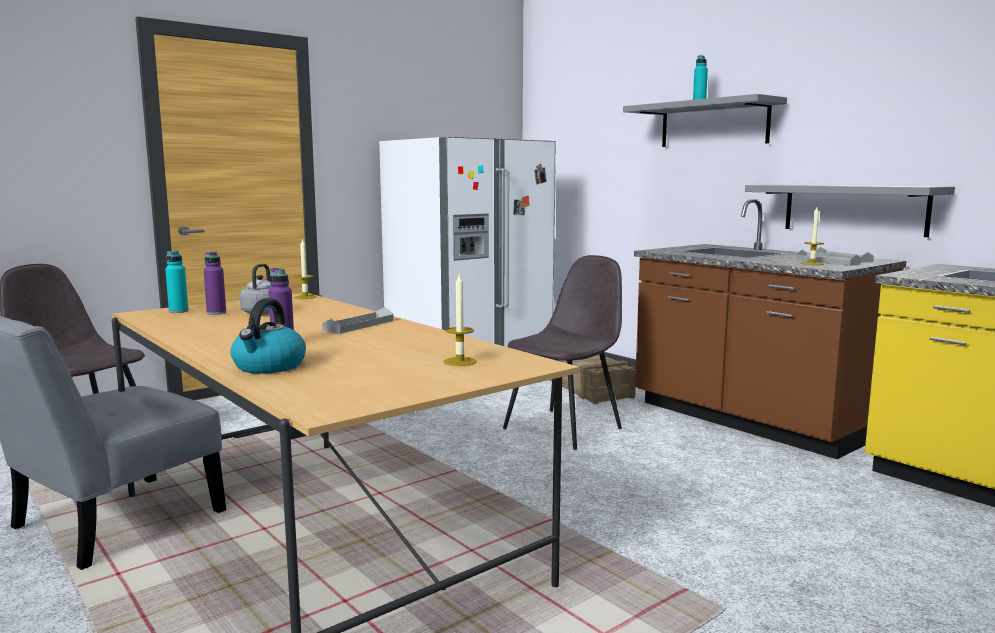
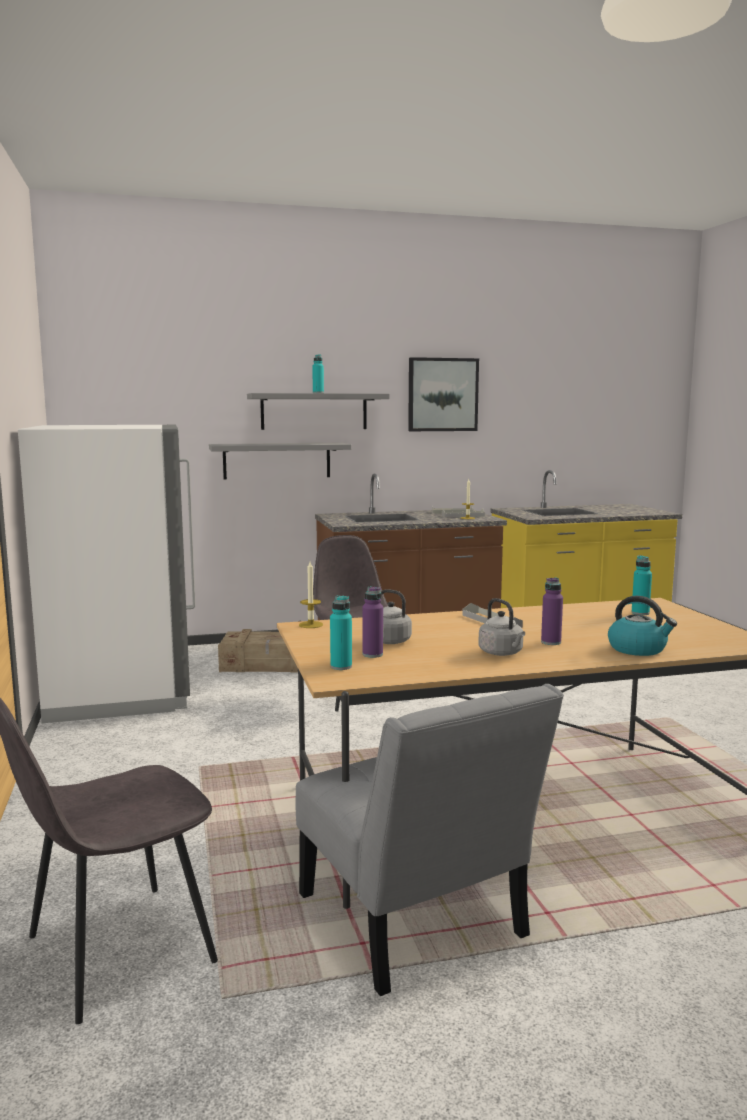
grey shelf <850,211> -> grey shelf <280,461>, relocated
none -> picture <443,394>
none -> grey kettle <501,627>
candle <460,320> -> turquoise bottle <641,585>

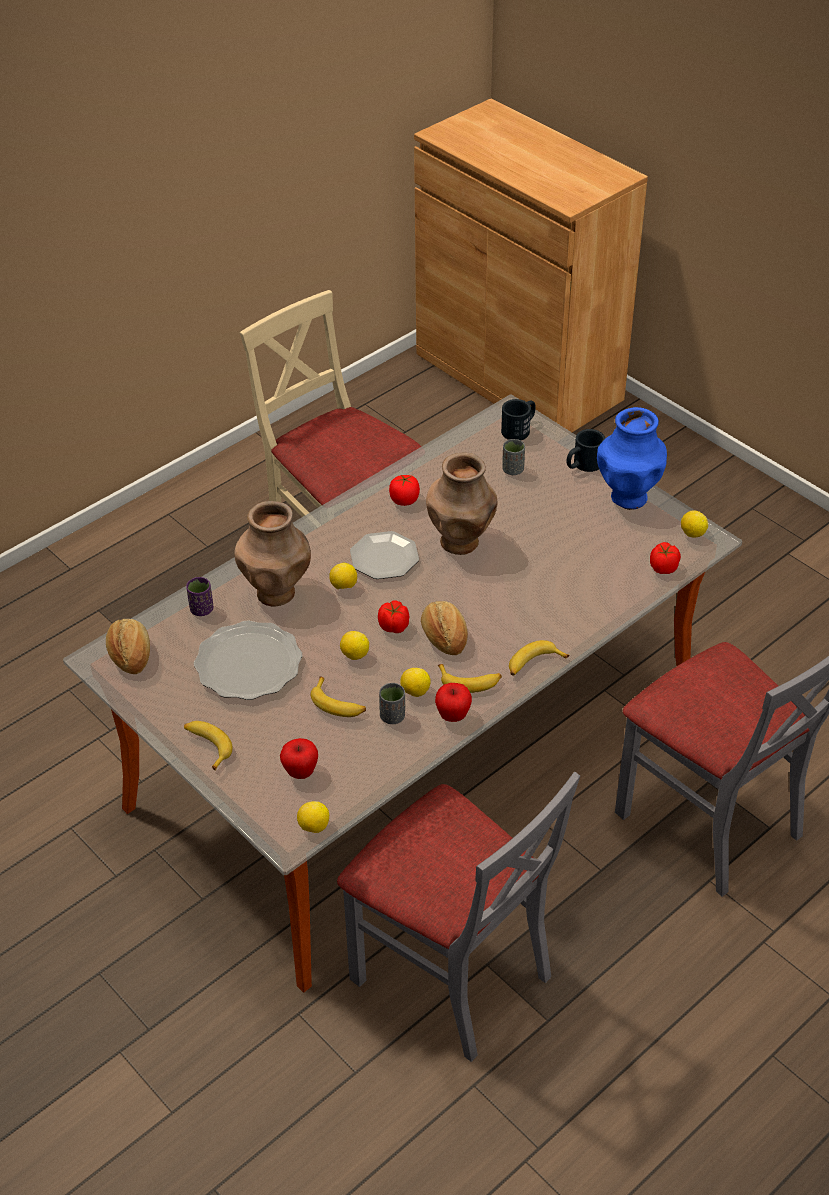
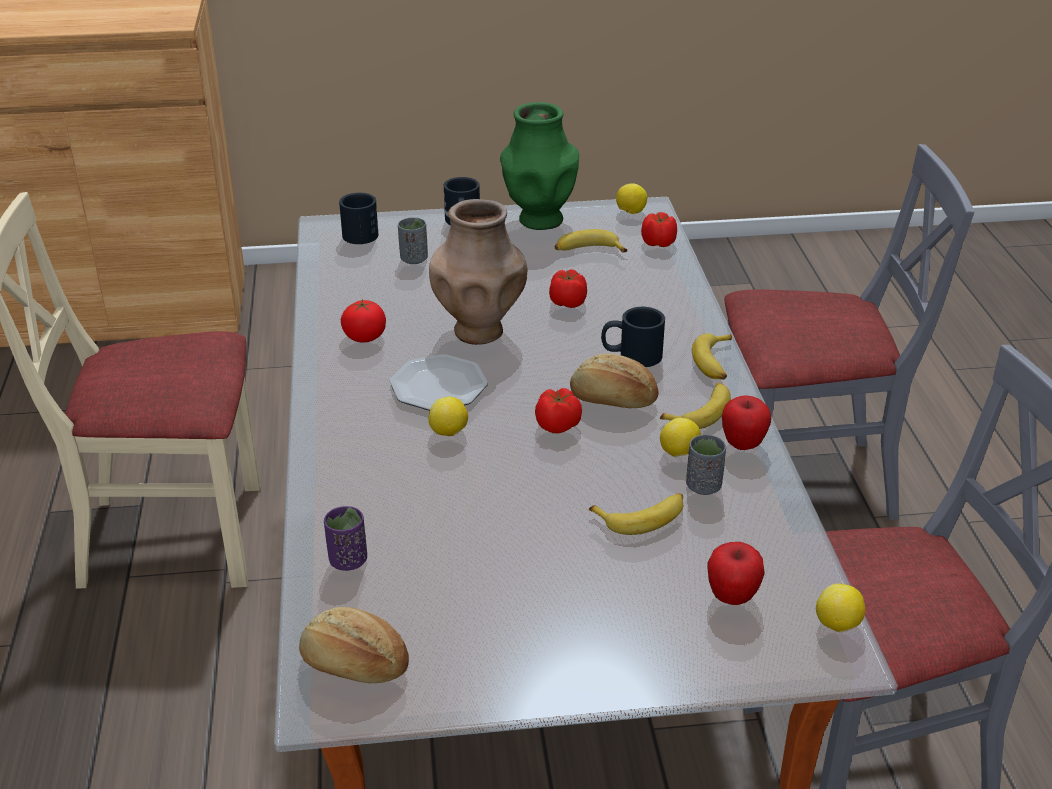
blue vase <632,458> -> green vase <539,166>
none -> tomato <568,288>
banana <208,746> -> banana <591,241>, relocated
none -> black mug <633,337>
plate <248,660> -> none
brown vase <272,553> -> none
lemon <354,645> -> none

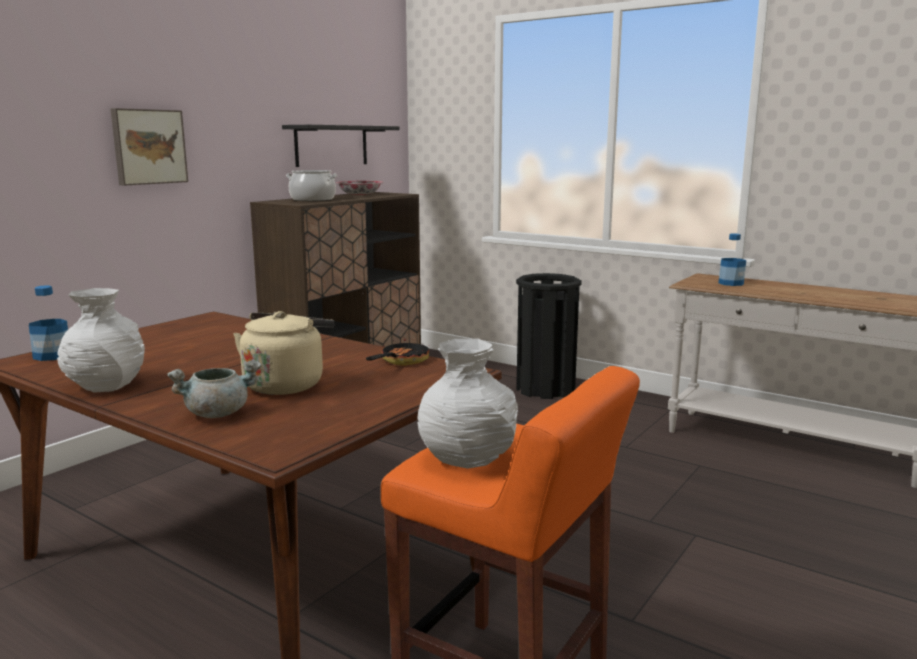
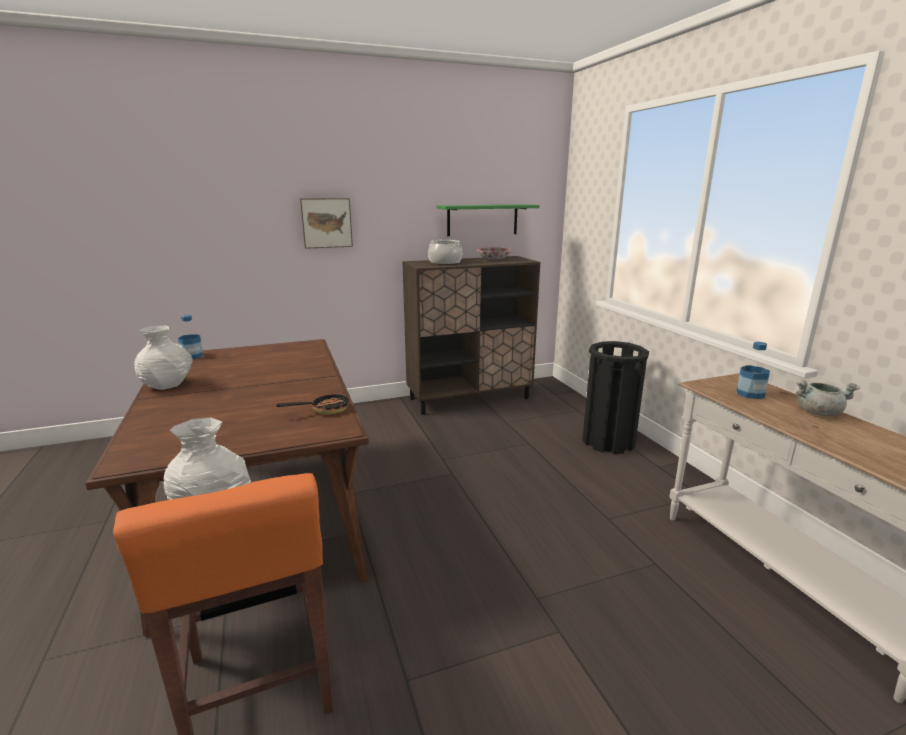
black shelf <340,146> -> green shelf <488,220>
grey cooking pot <214,389> -> grey cooking pot <828,398>, relocated
beige kettle <284,353> -> none

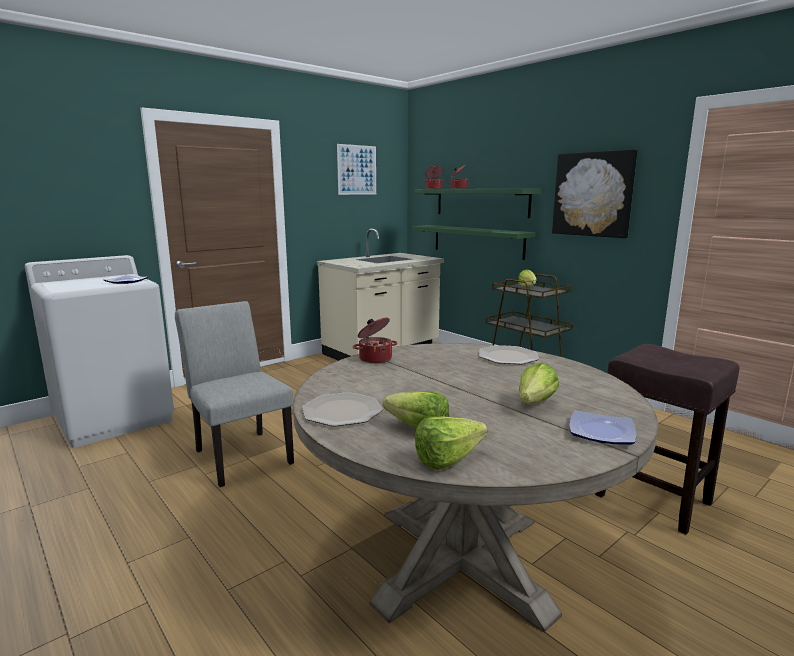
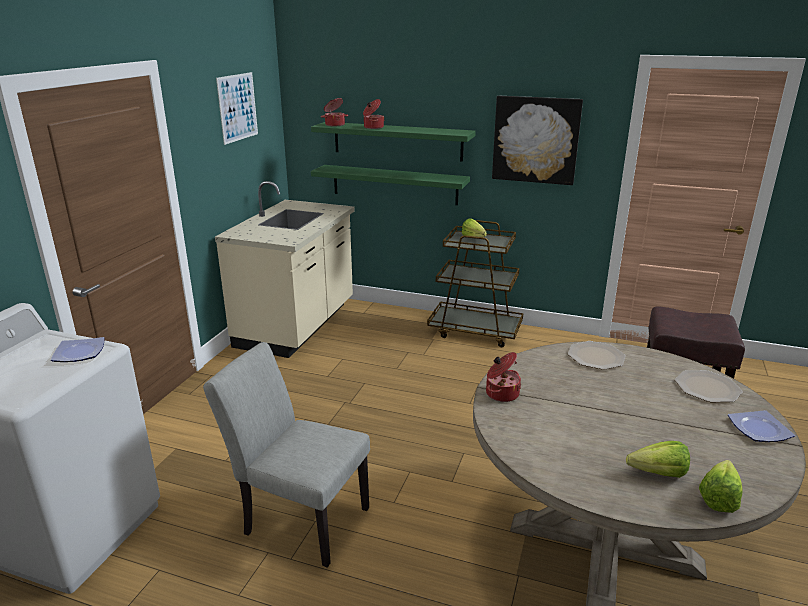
plate <342,409> -> plate <708,386>, relocated
lettuce <539,383> -> none

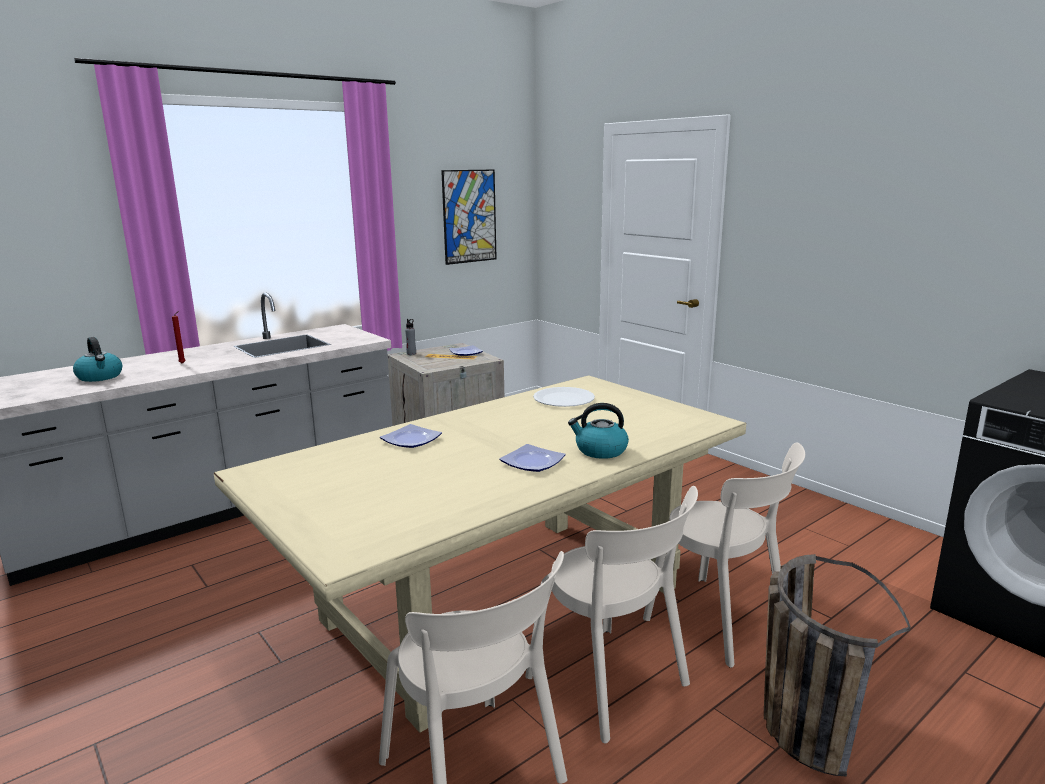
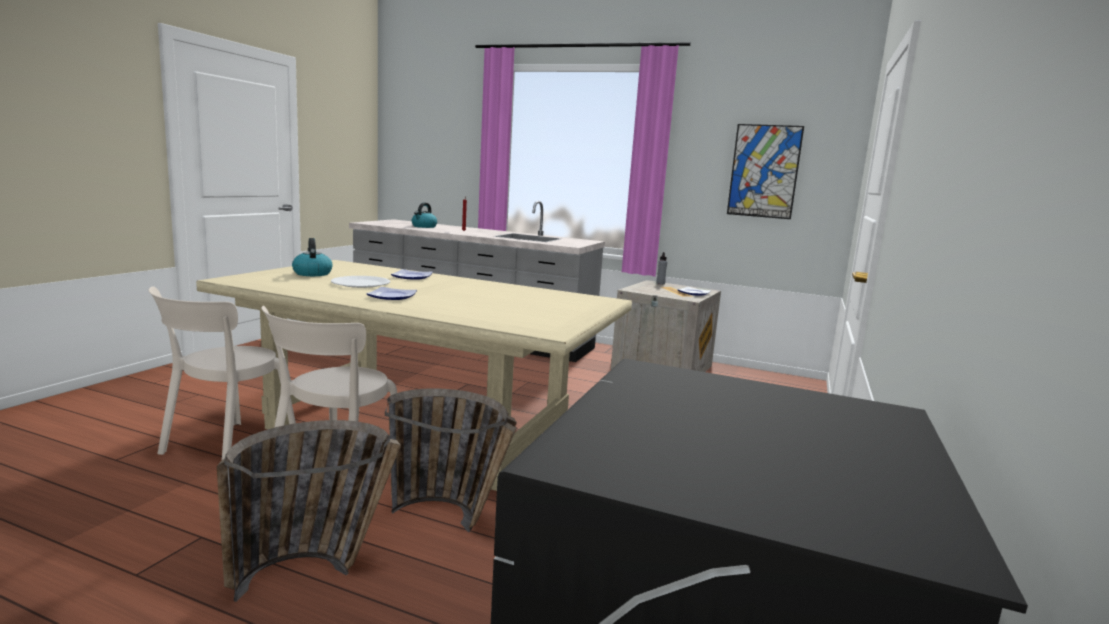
kettle <598,431> -> kettle <312,257>, relocated
white plate <564,397> -> white plate <360,282>, relocated
beige chair <724,555> -> basket <451,460>

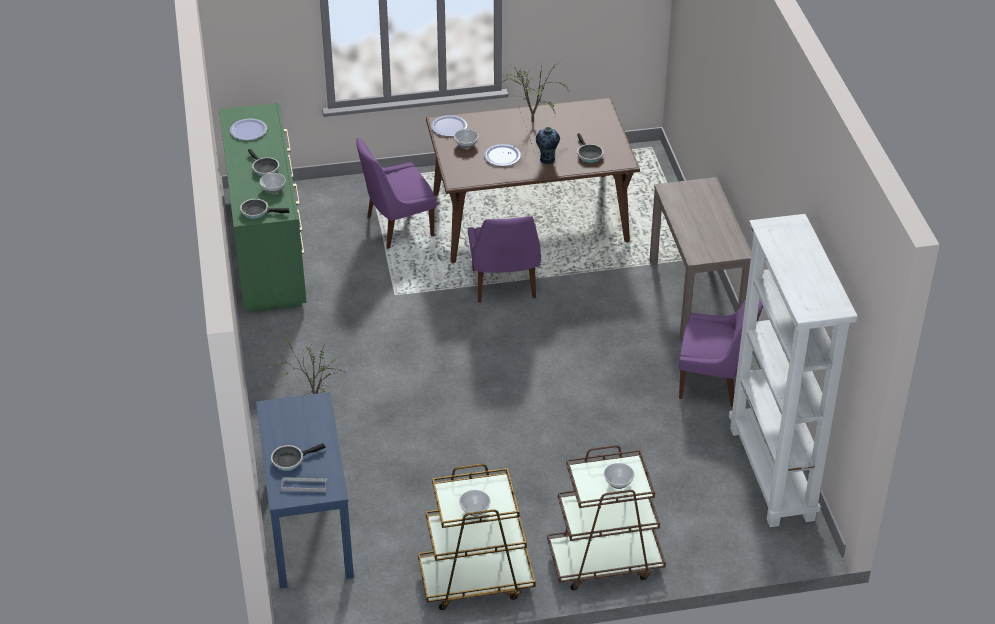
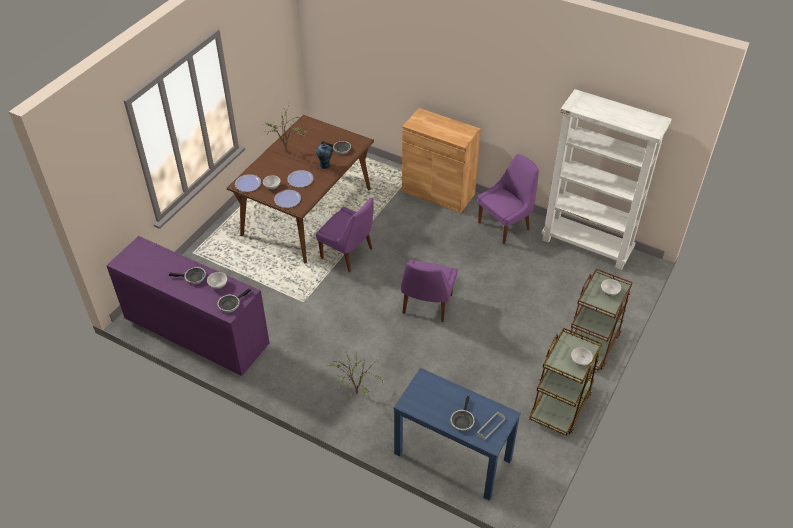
green dresser <262,207> -> purple dresser <187,306>
plate <248,129> -> plate <287,199>, relocated
purple chair <396,193> -> purple chair <429,290>, relocated
brown console table <700,260> -> brown cabinet <441,161>

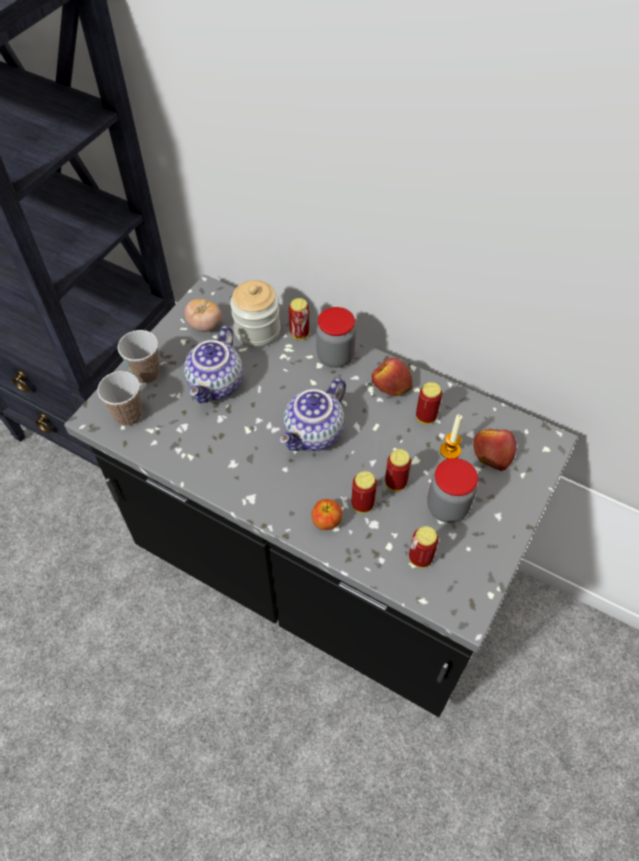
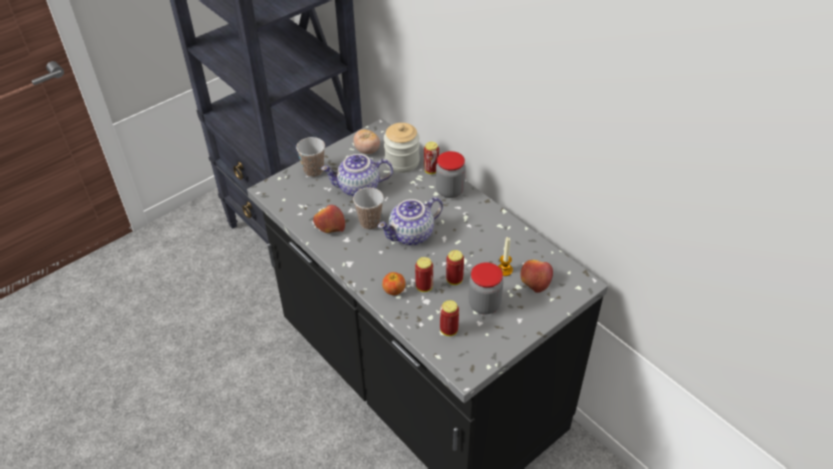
apple <392,377> -> apple <329,219>, relocated
teapot <213,364> -> teapot <357,175>, 45 degrees clockwise
cup <119,398> -> cup <368,209>, relocated
can <429,403> -> none

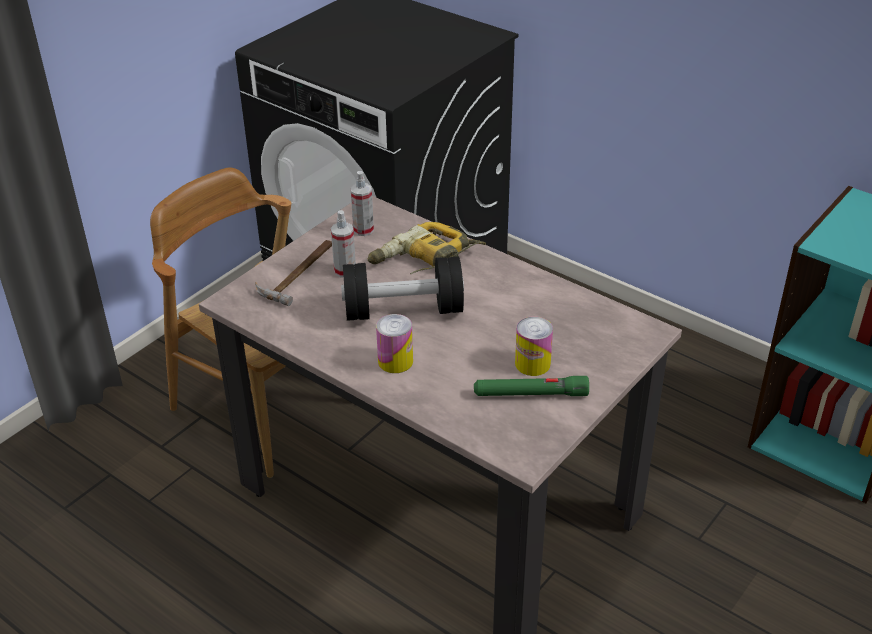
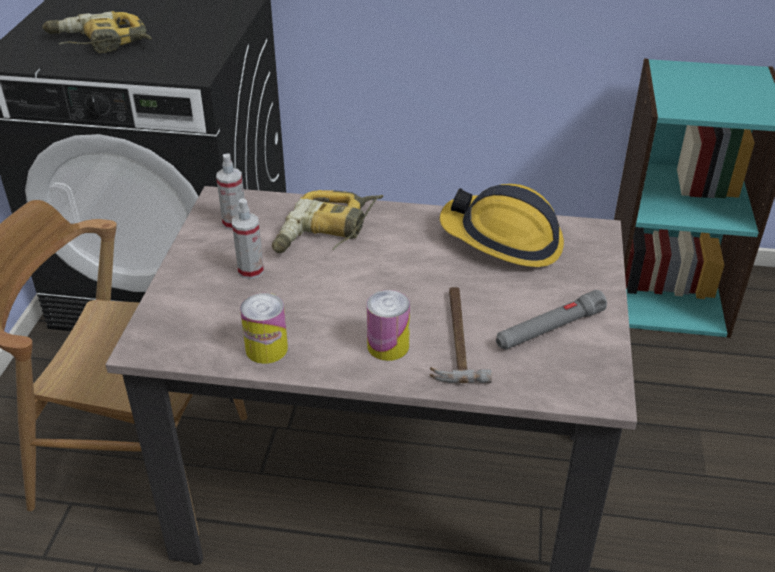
none -> power drill <97,32>
can <534,346> -> can <264,328>, relocated
hammer <293,273> -> hammer <461,335>, relocated
none -> hard hat <502,225>
green flashlight <531,386> -> grey flashlight <551,320>
black dumbbell <402,289> -> none

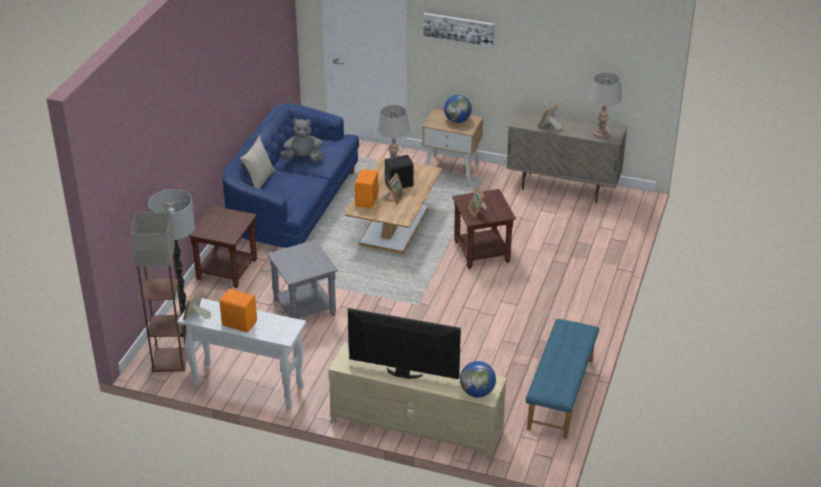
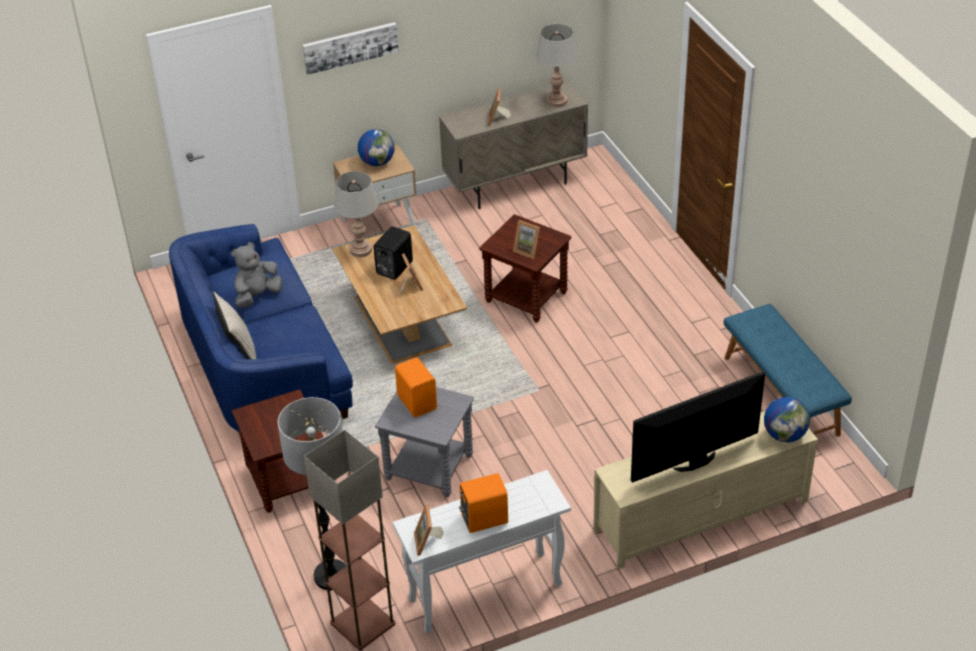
orange speaker <367,188> -> orange speaker <416,387>, relocated

